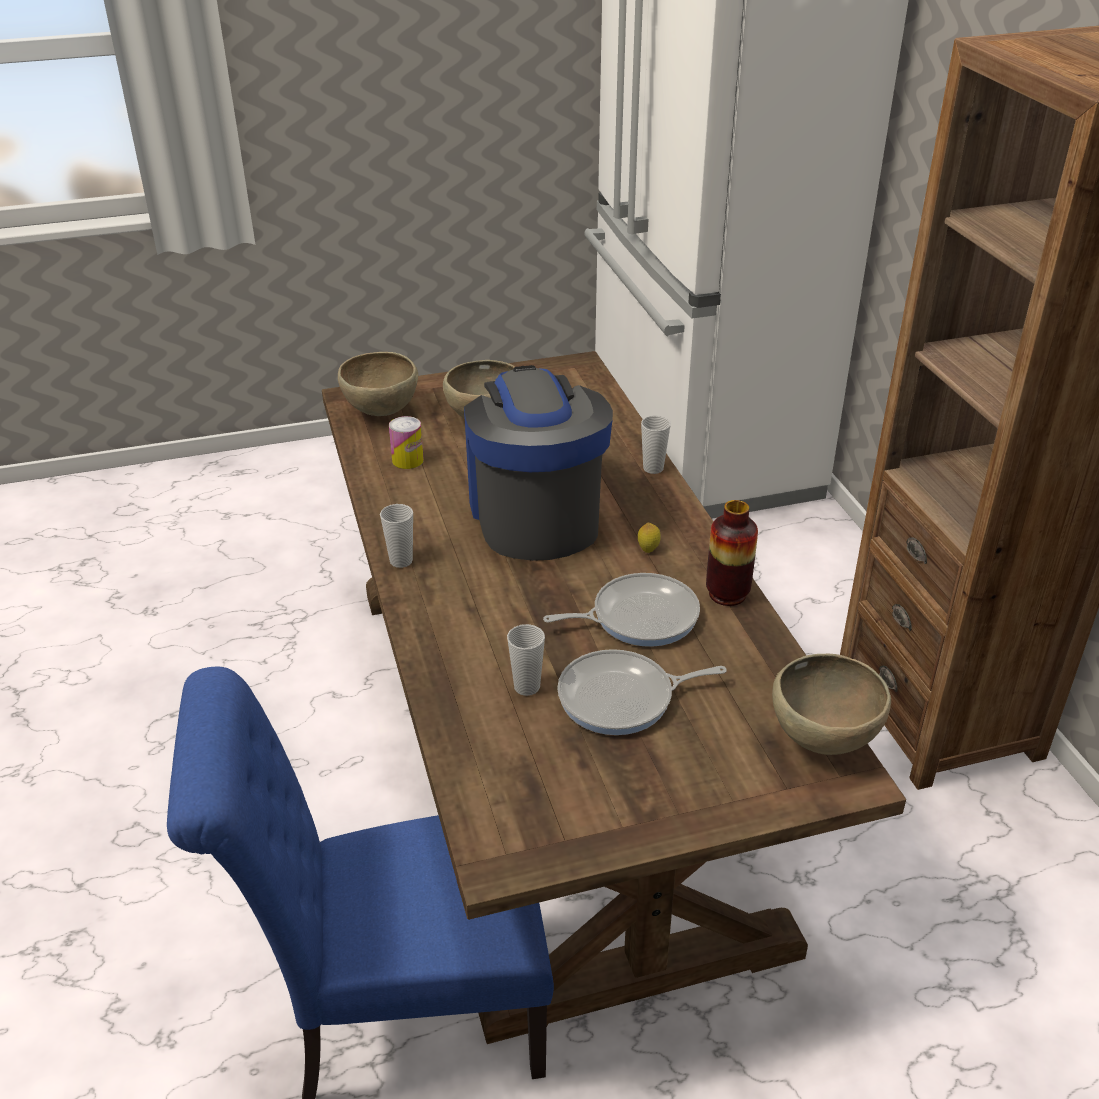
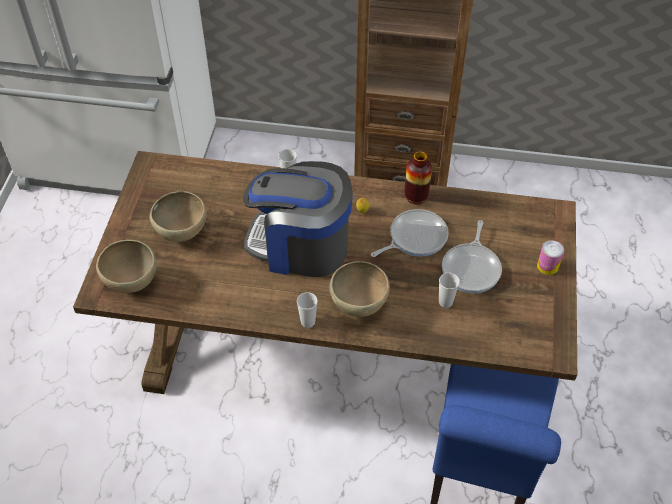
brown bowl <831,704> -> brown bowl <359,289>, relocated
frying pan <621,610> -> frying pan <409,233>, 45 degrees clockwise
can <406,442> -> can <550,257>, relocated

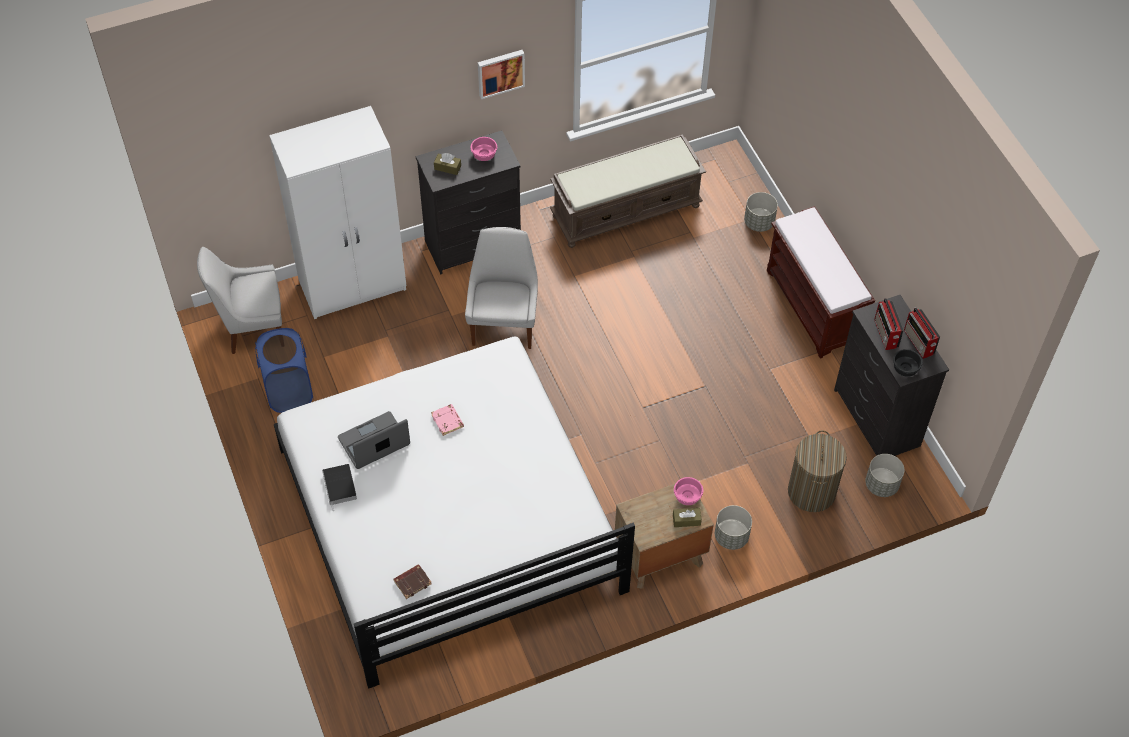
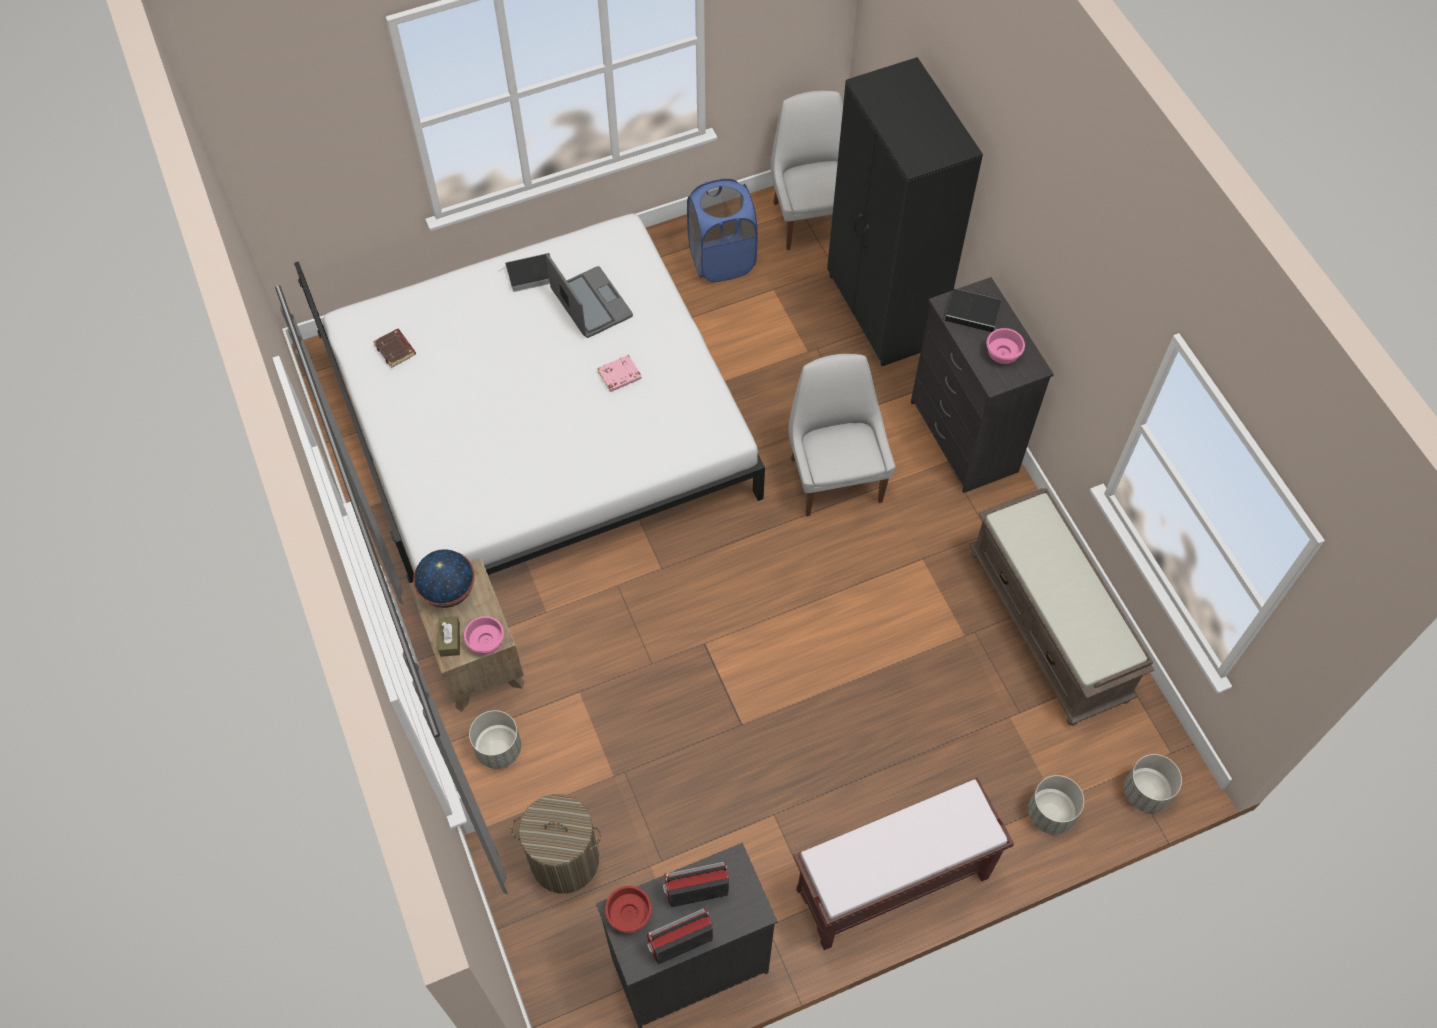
none -> globe <444,578>
black bowl <908,363> -> red bowl <628,909>
white chair <501,288> -> white chair <842,435>, 105 degrees counterclockwise
white wardrobe <337,212> -> black wardrobe <905,211>
brown tissue box <447,164> -> book <973,310>
grey planter <885,475> -> grey planter <1153,783>, relocated
picture <501,74> -> none

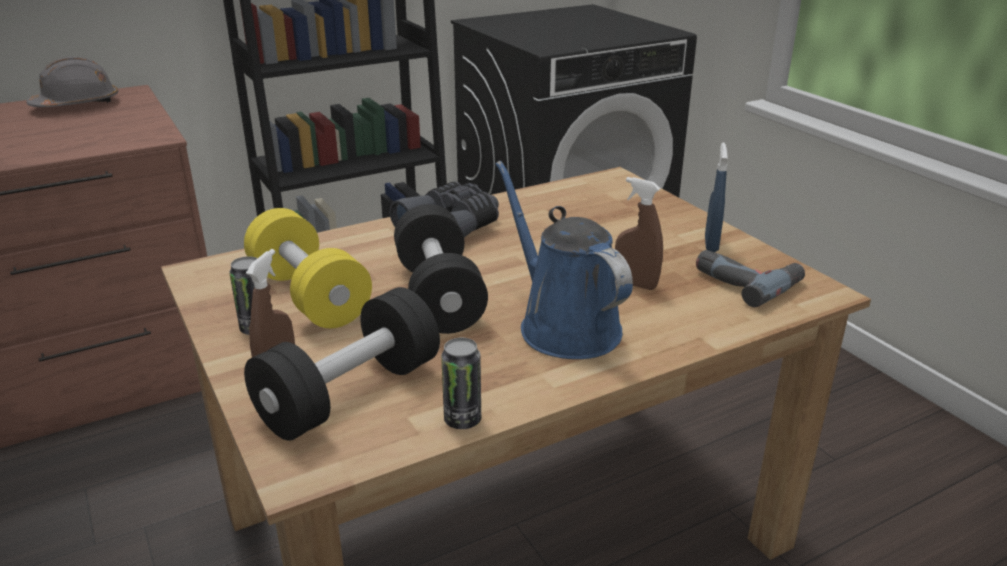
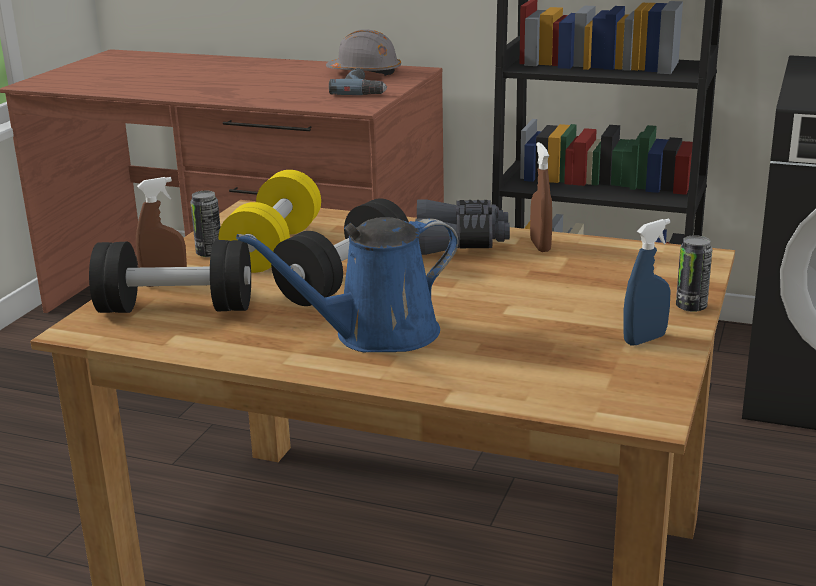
blue watering can <564,260> -> blue watering can <347,284>, 135 degrees counterclockwise
power drill <750,278> -> power drill <358,81>, relocated
brown spray bottle <639,233> -> brown spray bottle <541,197>, relocated
can <461,383> -> can <694,273>, relocated

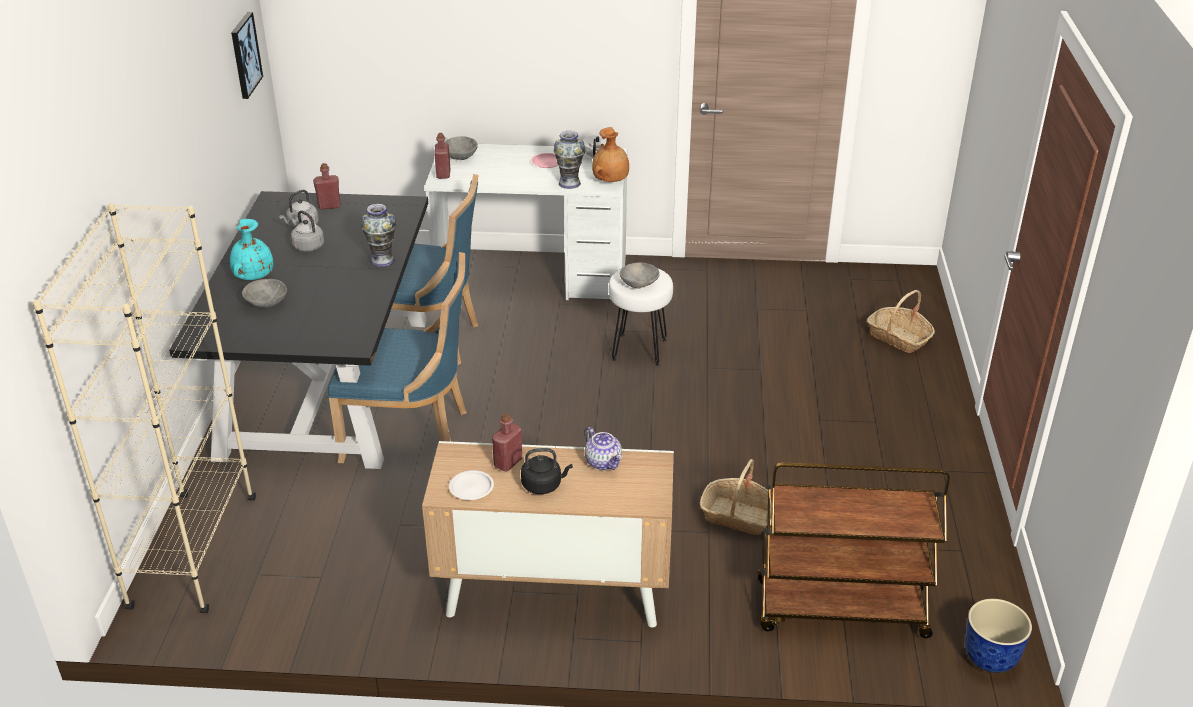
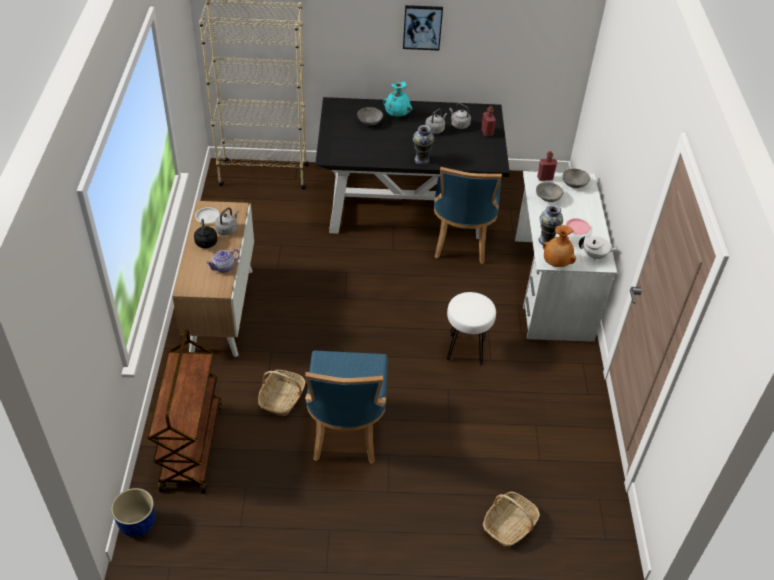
red bottle <507,443> -> grey kettle <227,221>
blue chair <397,357> -> blue chair <346,407>, relocated
picture <247,55> -> picture <423,28>, relocated
grey bowl <640,275> -> grey bowl <550,192>, relocated

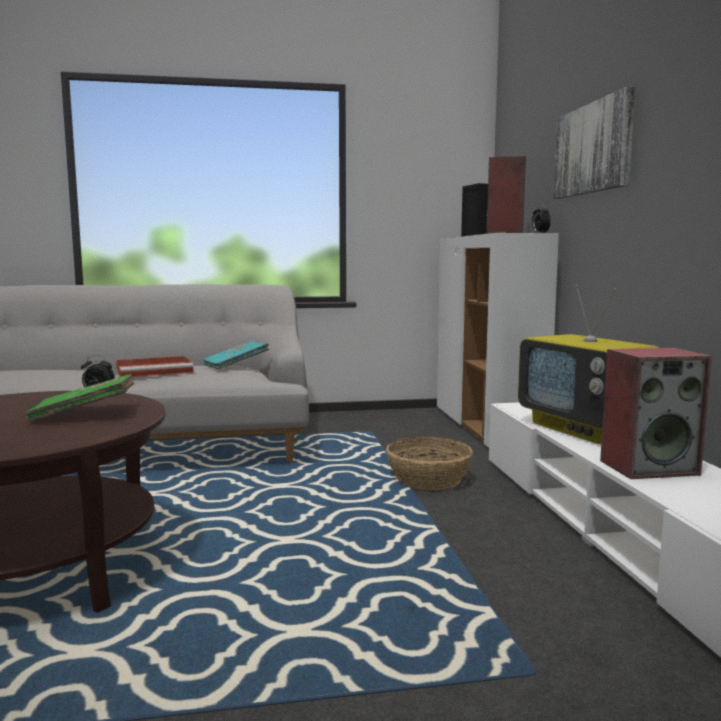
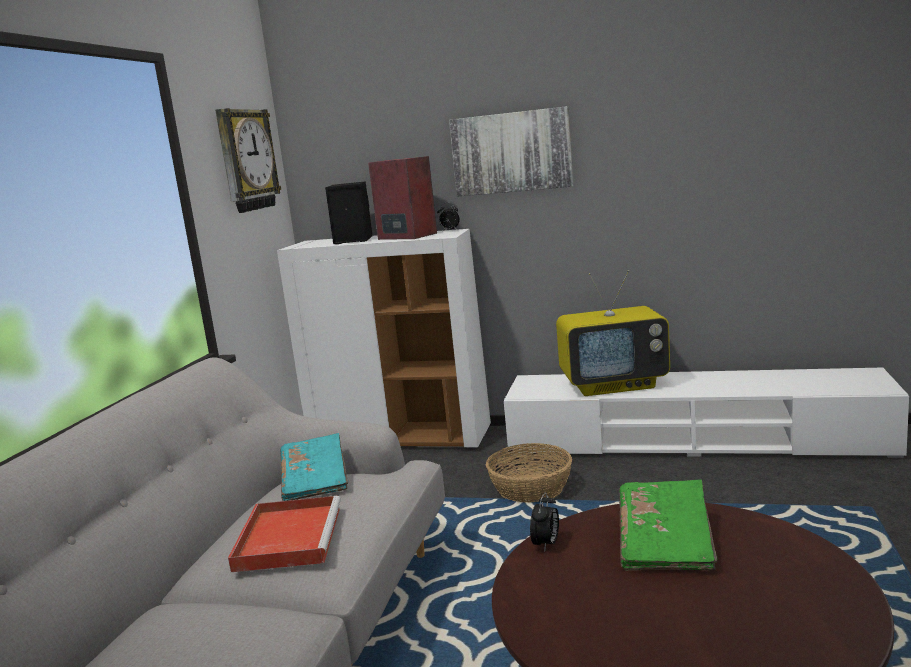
none -> wall clock <248,160>
speaker <656,413> -> none

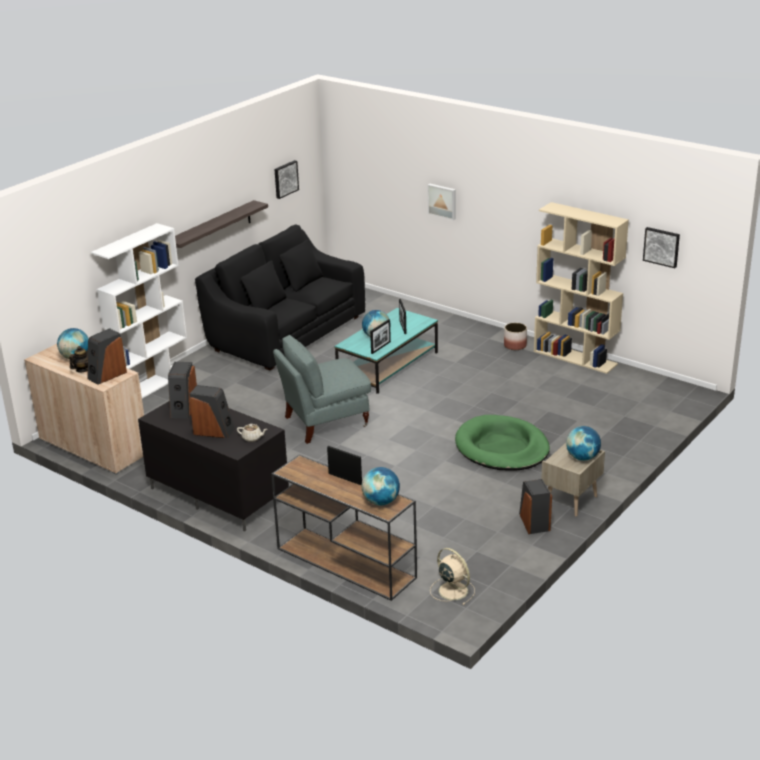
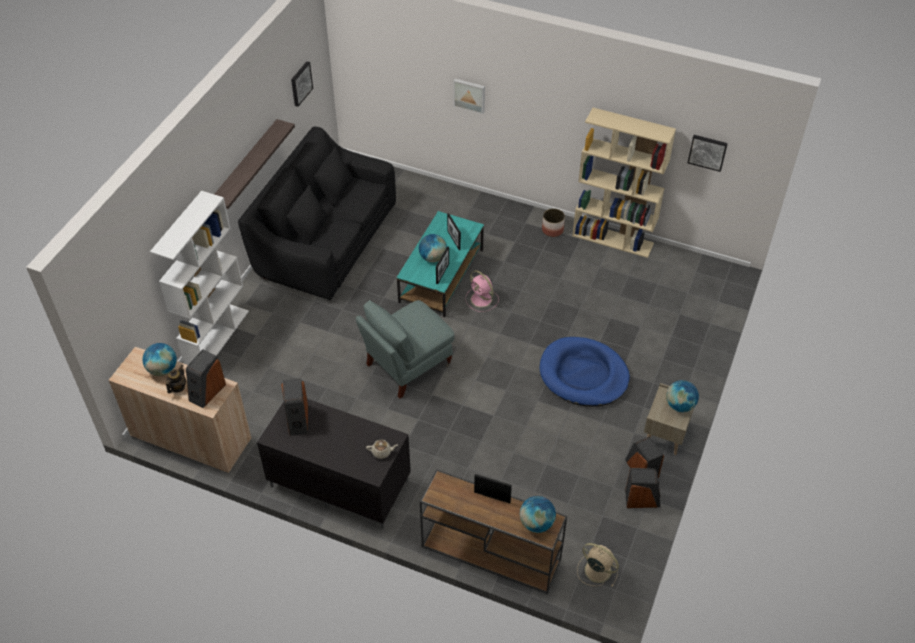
none -> pink fan <482,291>
green dog bed <502,443> -> blue dog bed <585,372>
speaker <212,411> -> speaker <642,488>, relocated

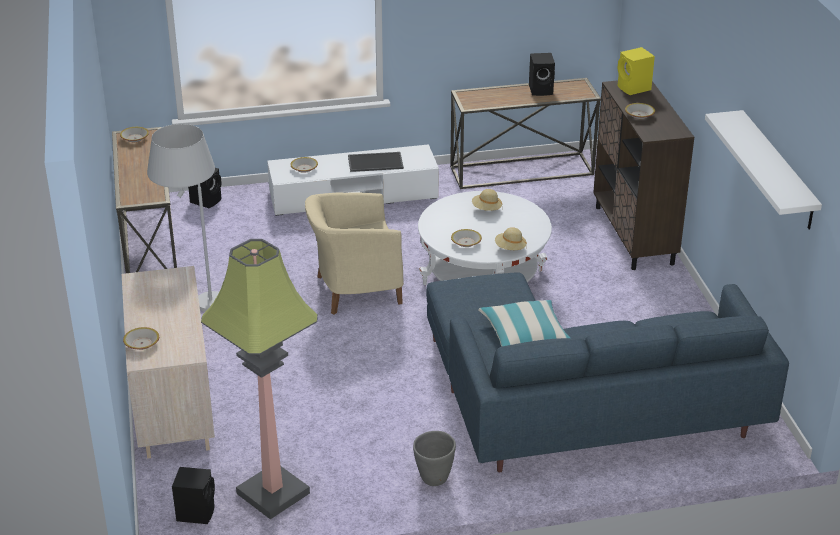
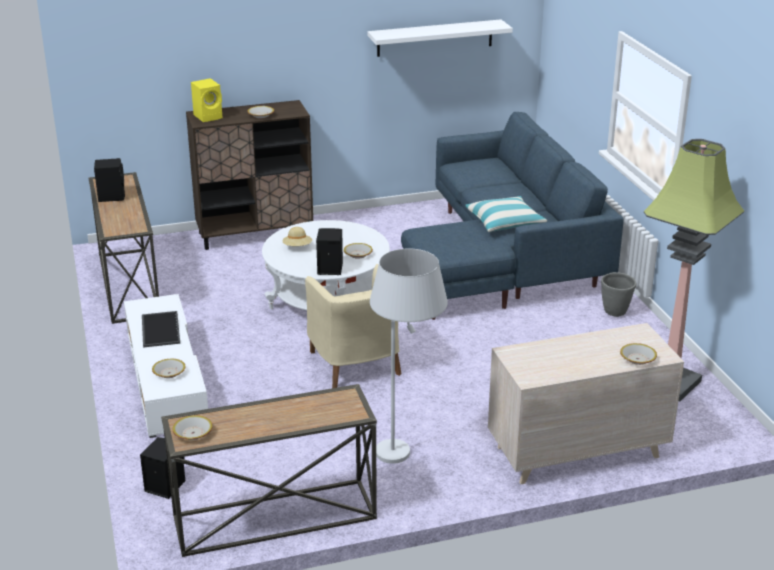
black speaker <193,495> -> black speaker <329,251>, relocated
beige hat <511,238> -> none

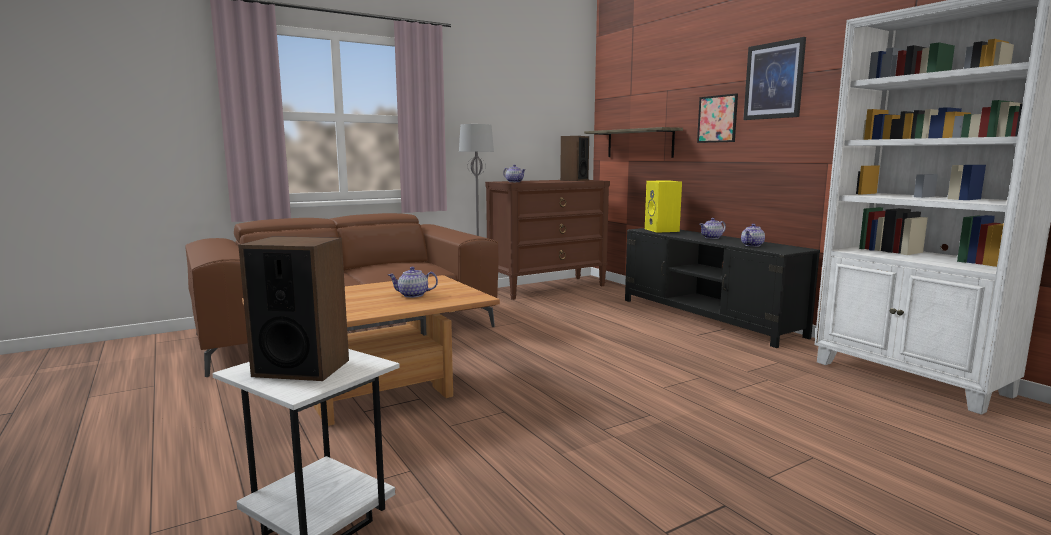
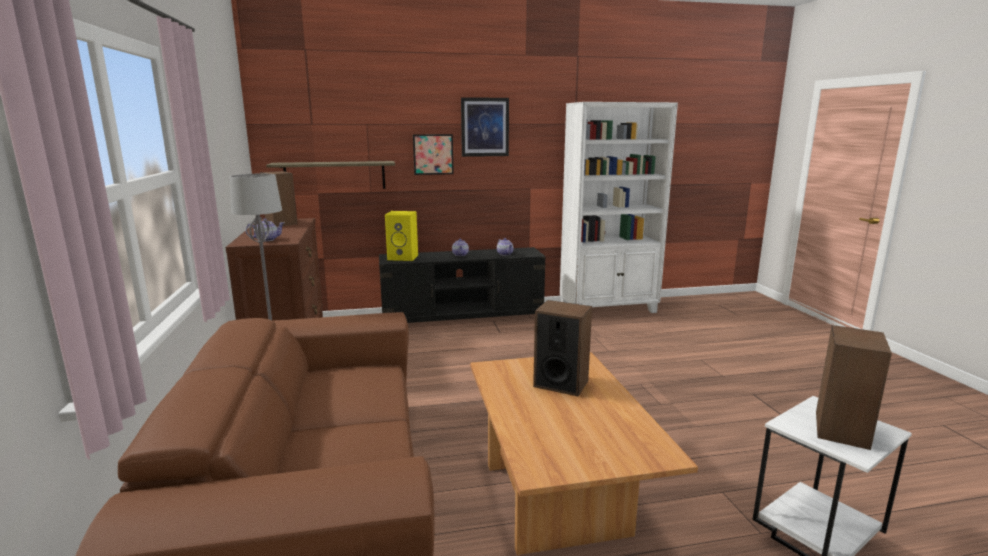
teapot <413,282> -> speaker <562,348>

